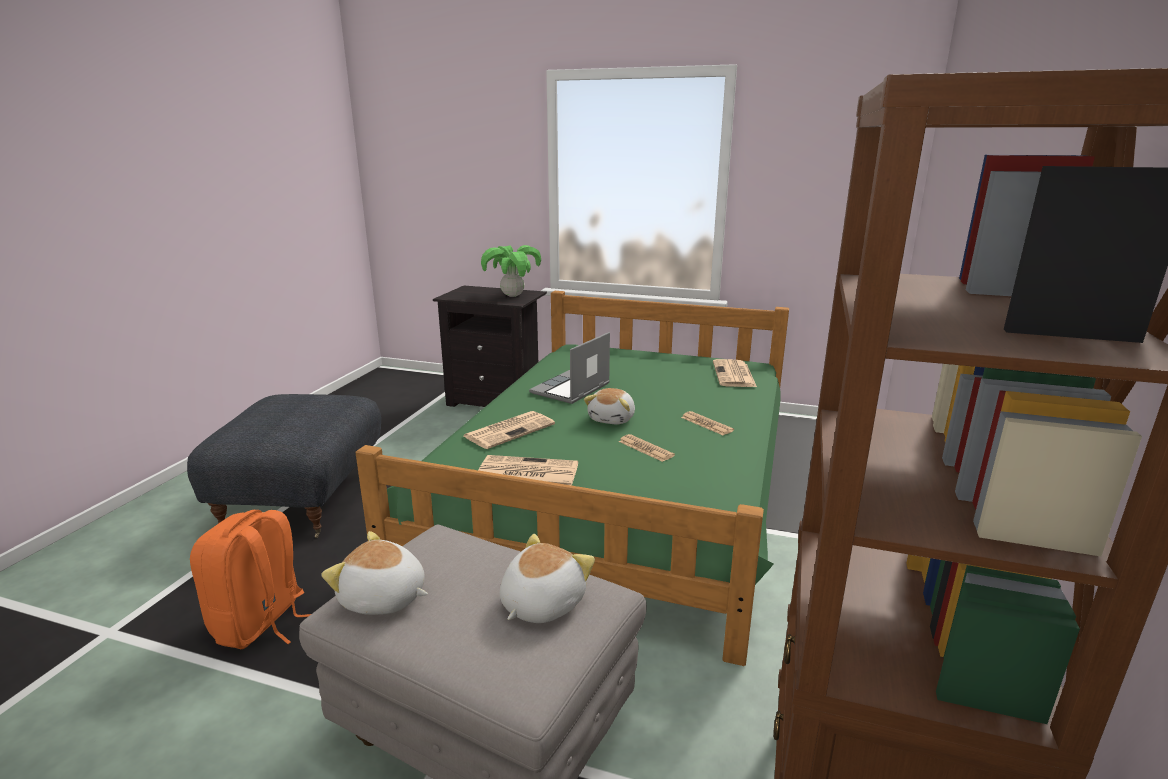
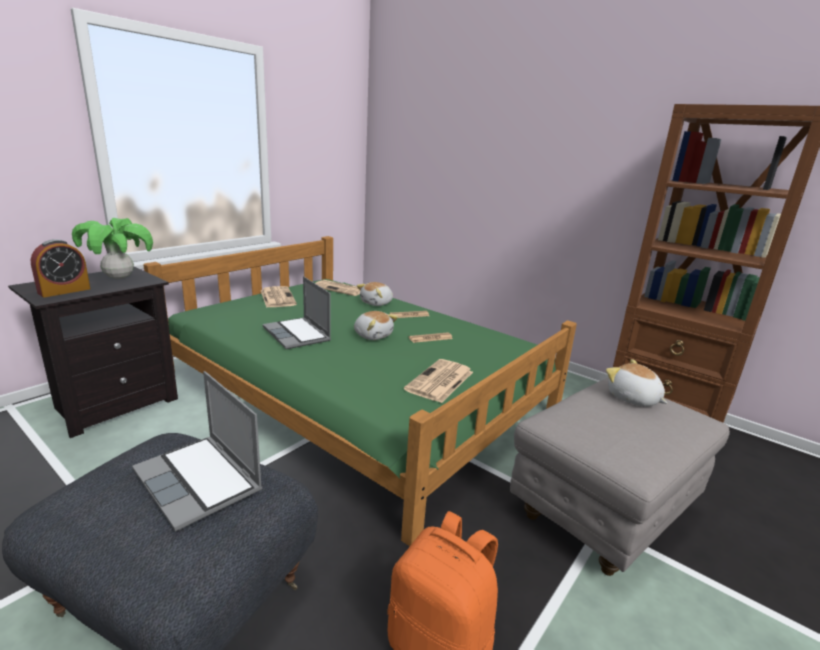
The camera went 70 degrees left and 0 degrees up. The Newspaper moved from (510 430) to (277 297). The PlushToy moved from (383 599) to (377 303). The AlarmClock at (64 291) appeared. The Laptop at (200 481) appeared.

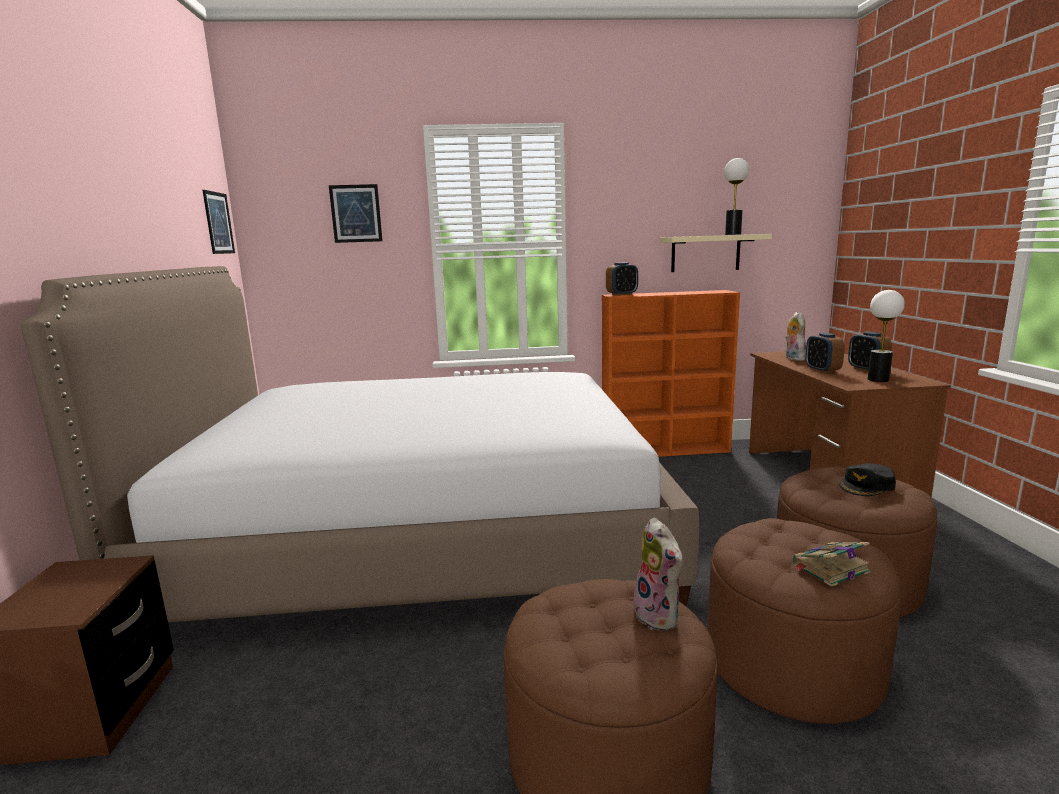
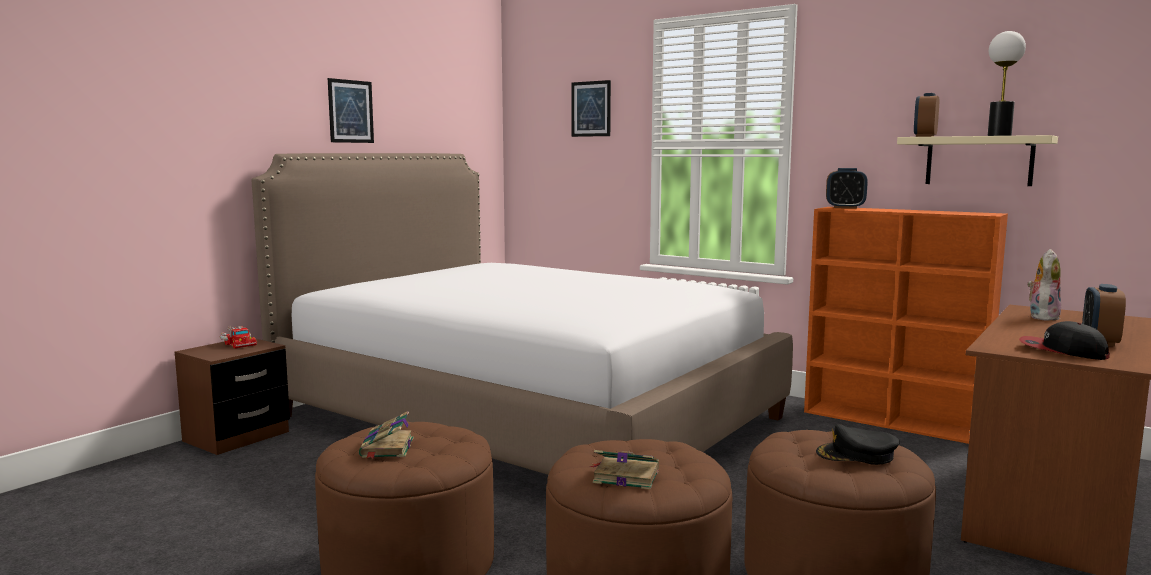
The camera went 40 degrees right and 5 degrees down. The Picture moved from (218 223) to (350 111). The TableLamp at (878 380) was replaced by the Cap at (1062 351). The AlarmClock moved from (822 370) to (925 136). The PlushToy at (660 616) disappeared. The ToyTruck at (238 343) appeared. The Book at (387 448) appeared.

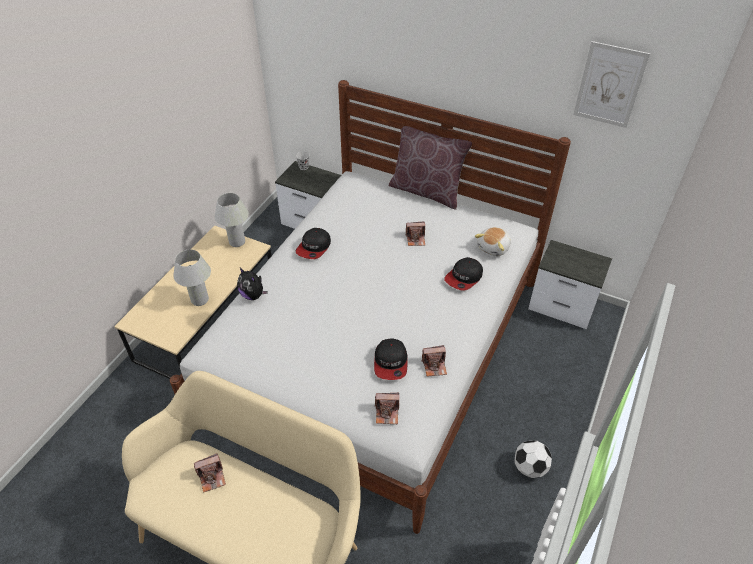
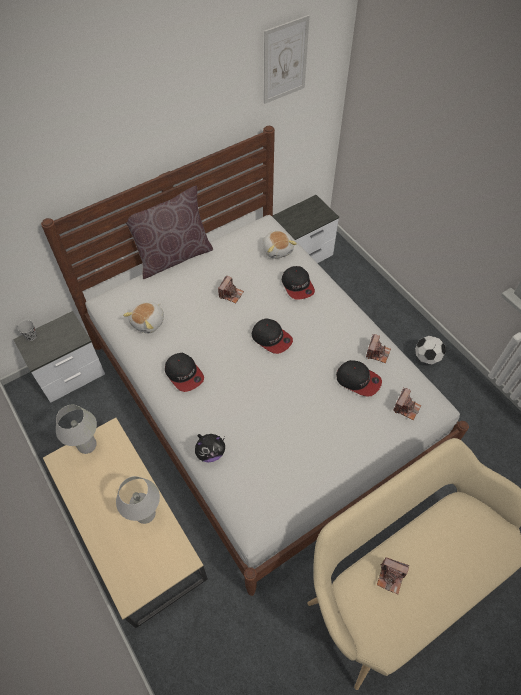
The camera went 60 degrees left and 10 degrees up. The PhotoCamera at (212 477) turned 105 degrees clockwise. The PlushToy at (149 322) appeared. The Cap at (271 338) appeared.

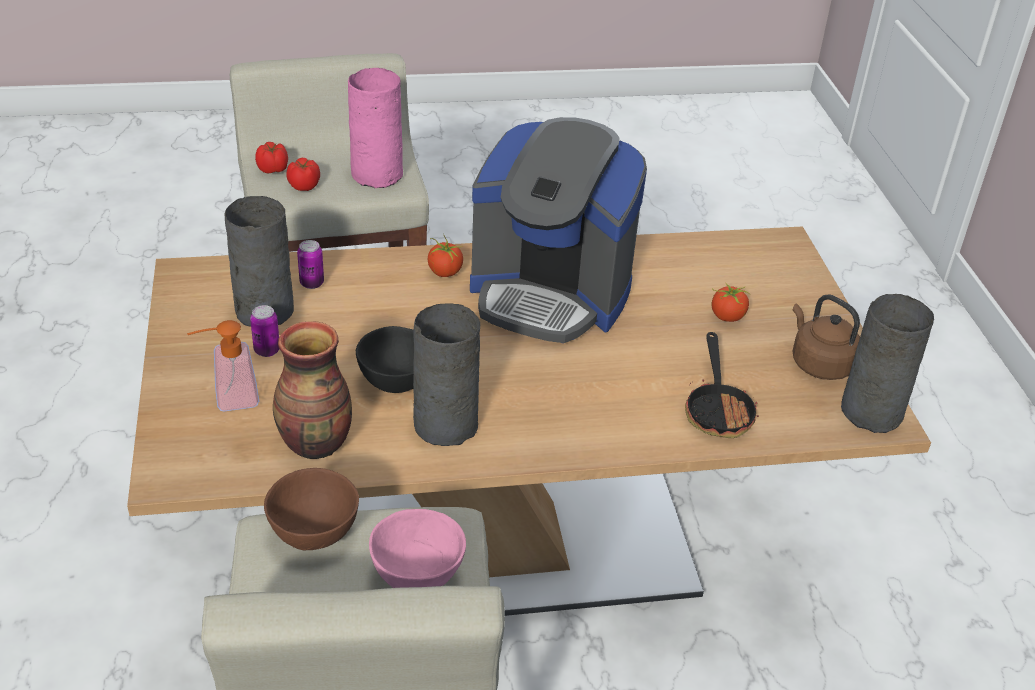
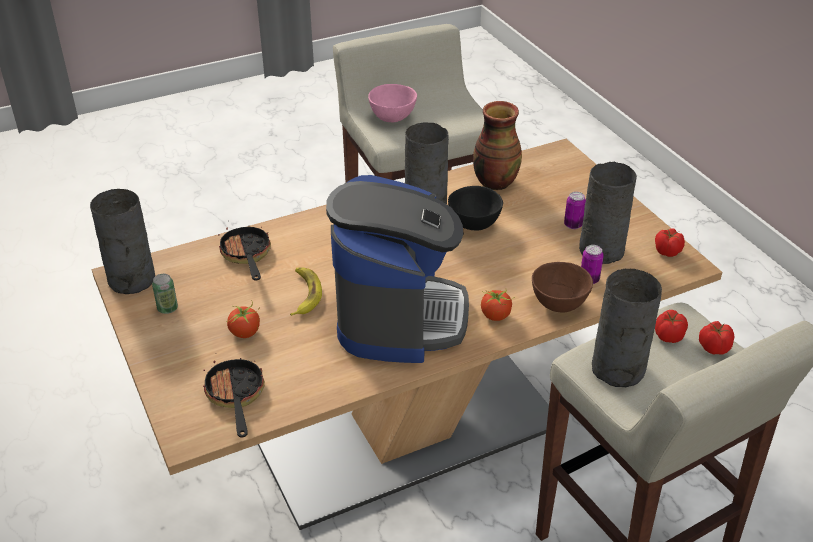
The camera went 165 degrees right and 0 degrees up. The PinkVase at (378 174) became the GreyVase at (617 370). The CoffeeMachine at (550 294) turned 90 degrees clockwise. The BrownKettle at (819 363) was replaced by the Can at (167 308). The SoapDispenser at (228 399) disappeared. The BrownBowl moved from (315 535) to (558 304). The Tomato at (667 251) appeared. The Banana at (304 294) appeared. The FryingPan at (235 397) appeared.

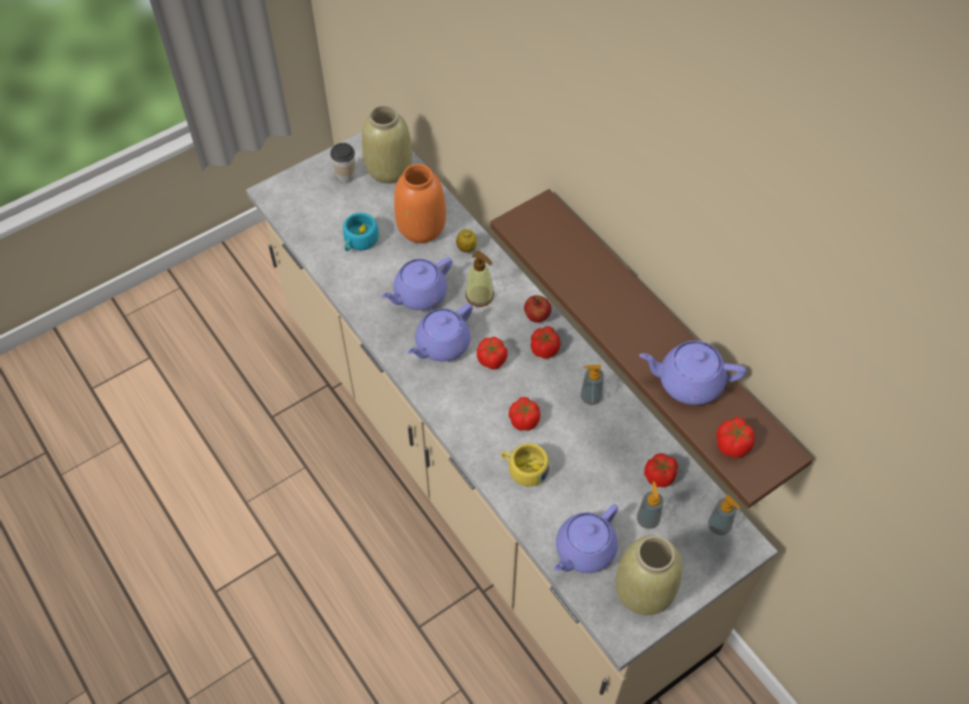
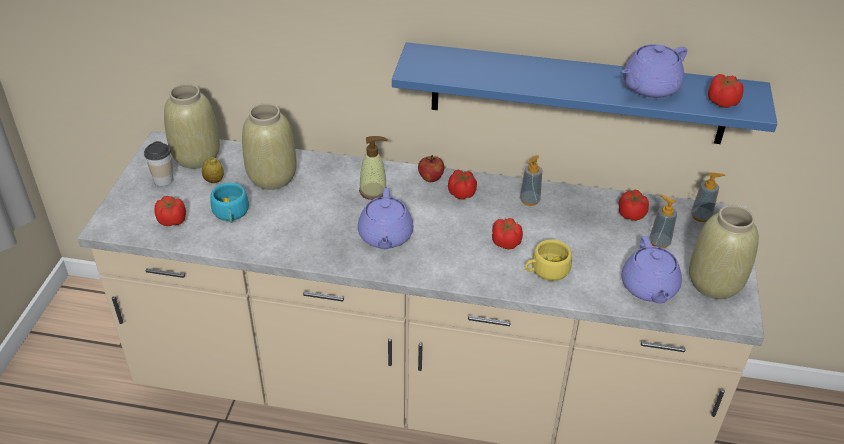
The camera went 45 degrees left and 15 degrees down. The OrangeVase at (422 228) became the BeigeVase at (273 177). The BrownShelf at (665 337) became the BlueShelf at (578 94). The Lemon moved from (466 248) to (214 180). The PurpleTeapot at (419 294) disappeared. The Tomato moved from (492 360) to (172 220).

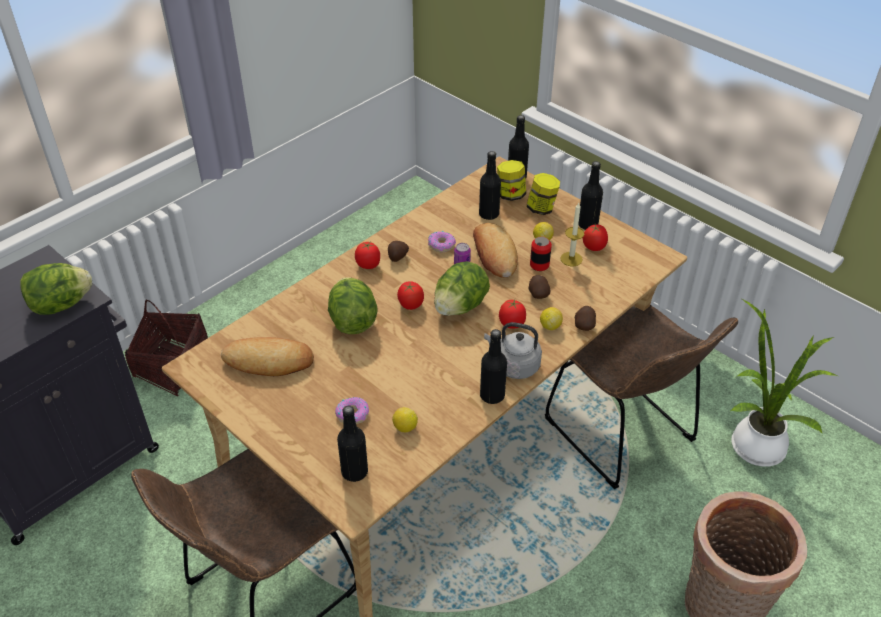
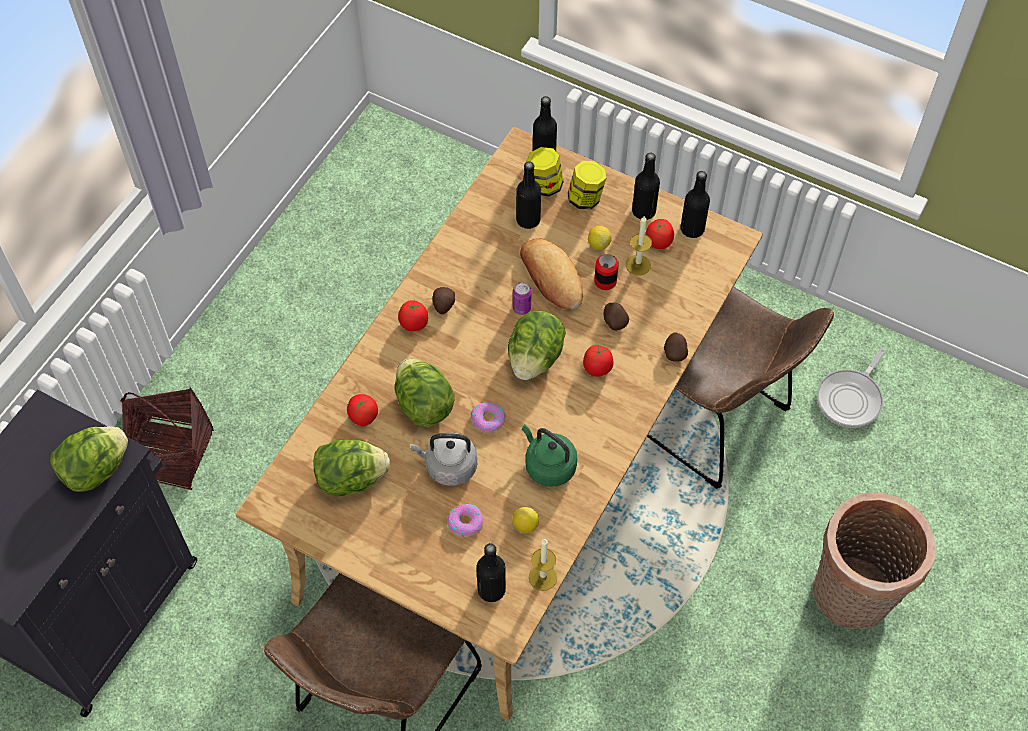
The camera went 15 degrees left and 15 degrees up. The Donut moved from (441 245) to (488 420). The Tomato moved from (410 305) to (363 417). The PottedPlant at (754 444) was replaced by the FryingPan at (851 398). The Lemon at (550 326) disappeared. The GreyKettle moved from (514 365) to (448 467). The BlackBottle moved from (492 395) to (692 229). The Bread at (269 361) was replaced by the Lettuce at (351 478). The GreenKettle at (548 465) appeared. The Candle at (542 577) appeared.

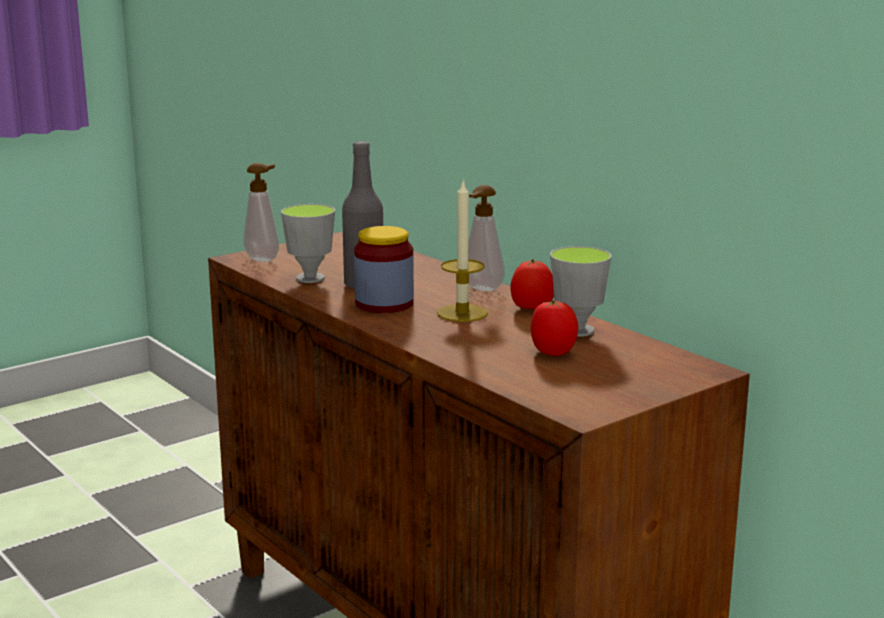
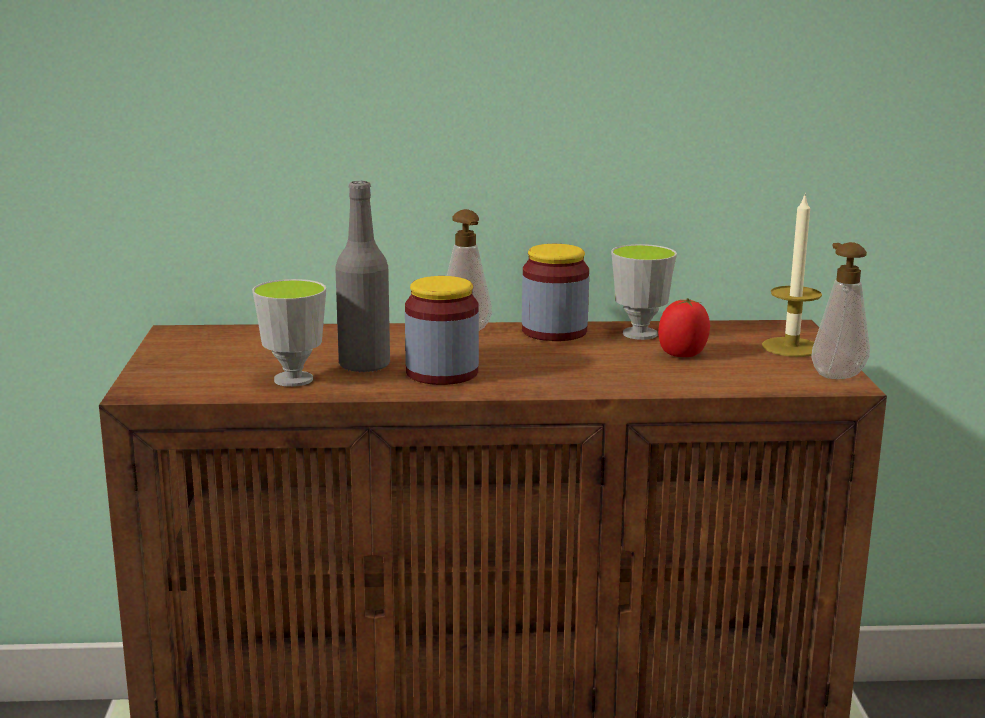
The camera went 55 degrees left and 0 degrees up. The SoapDispenser moved from (264 258) to (835 374). The Candle moved from (462 313) to (791 347). The Tomato at (532 308) was replaced by the Jar at (554 331).

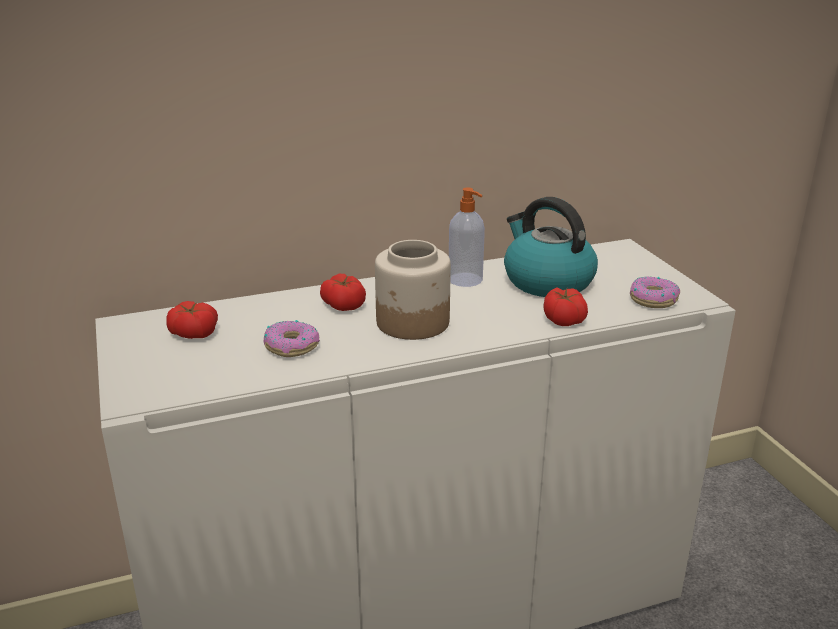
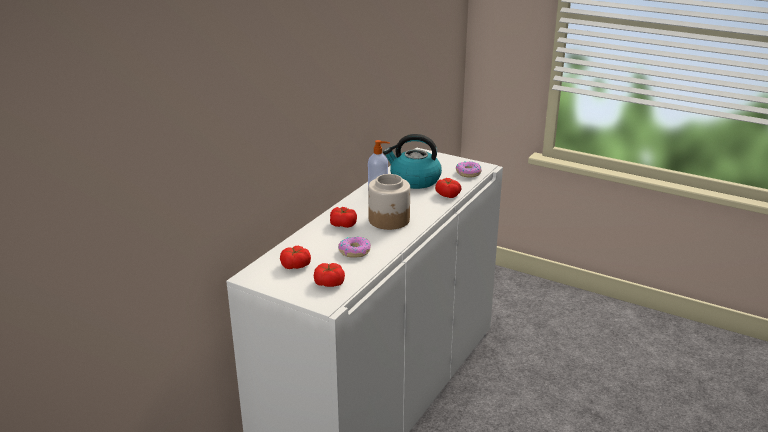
The camera went 40 degrees left and 0 degrees up. The Tomato at (329 283) appeared.

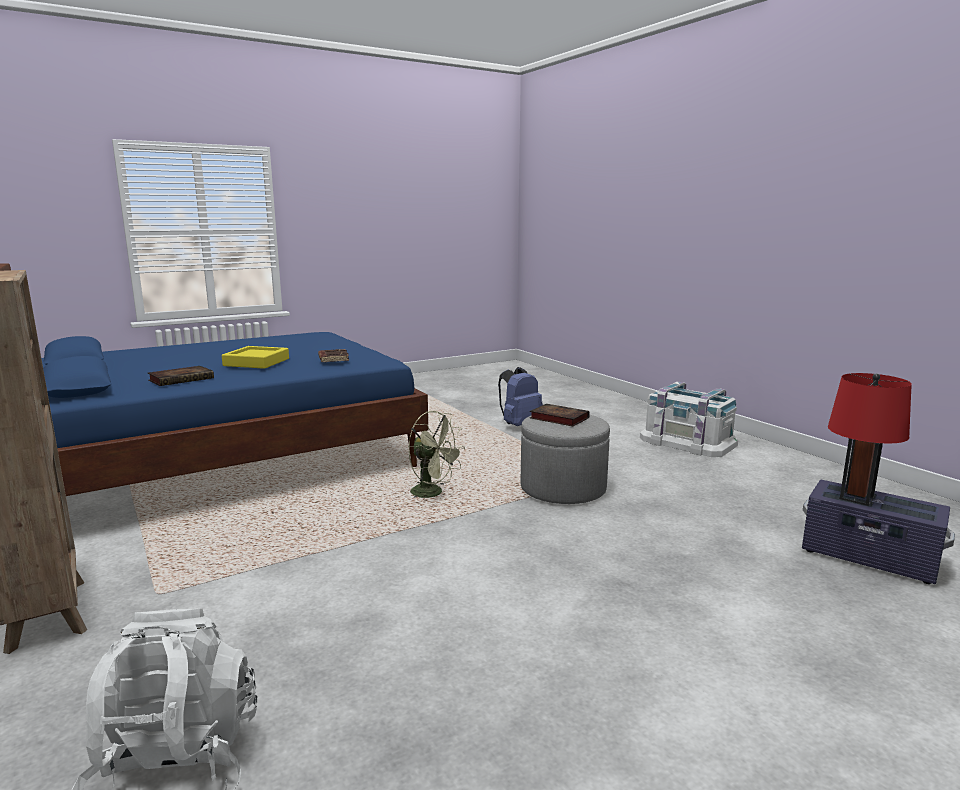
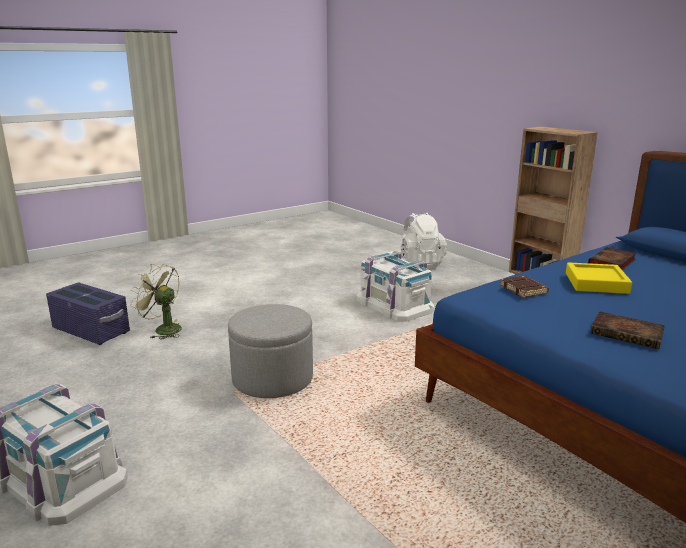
The camera went 175 degrees right and 5 degrees up. The BlueBackpack at (519 425) disappeared. The RedTableLamp at (856 498) disappeared. The Book moved from (557 418) to (628 334). The GreenFan moved from (433 493) to (163 329). The WhiteStorageBox at (394 304) appeared.

